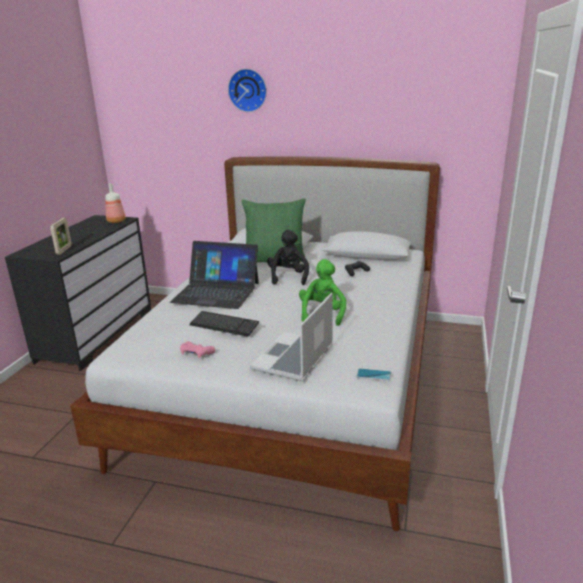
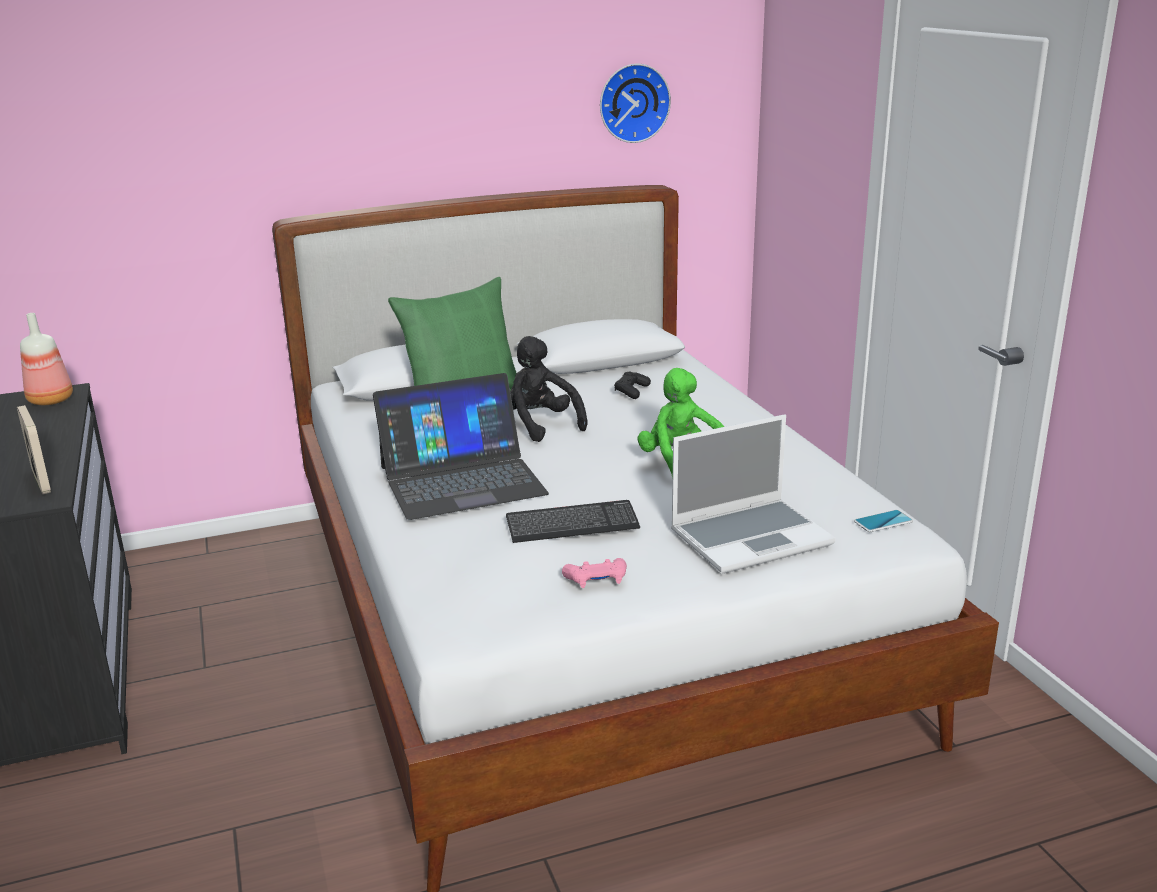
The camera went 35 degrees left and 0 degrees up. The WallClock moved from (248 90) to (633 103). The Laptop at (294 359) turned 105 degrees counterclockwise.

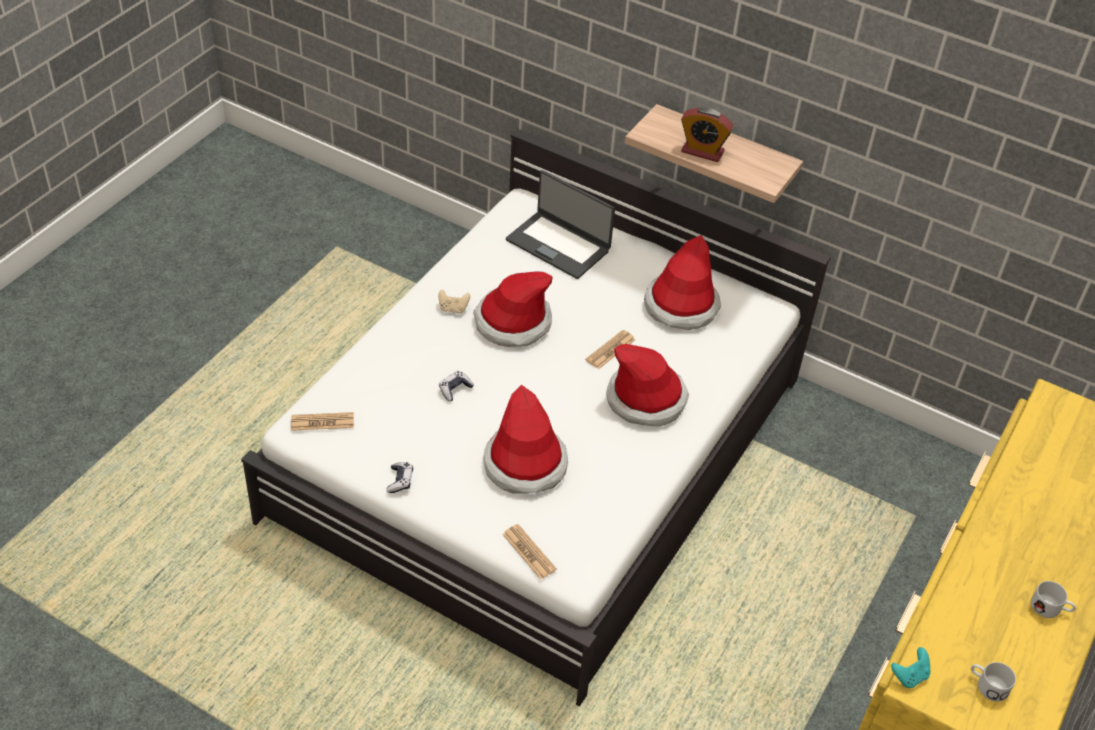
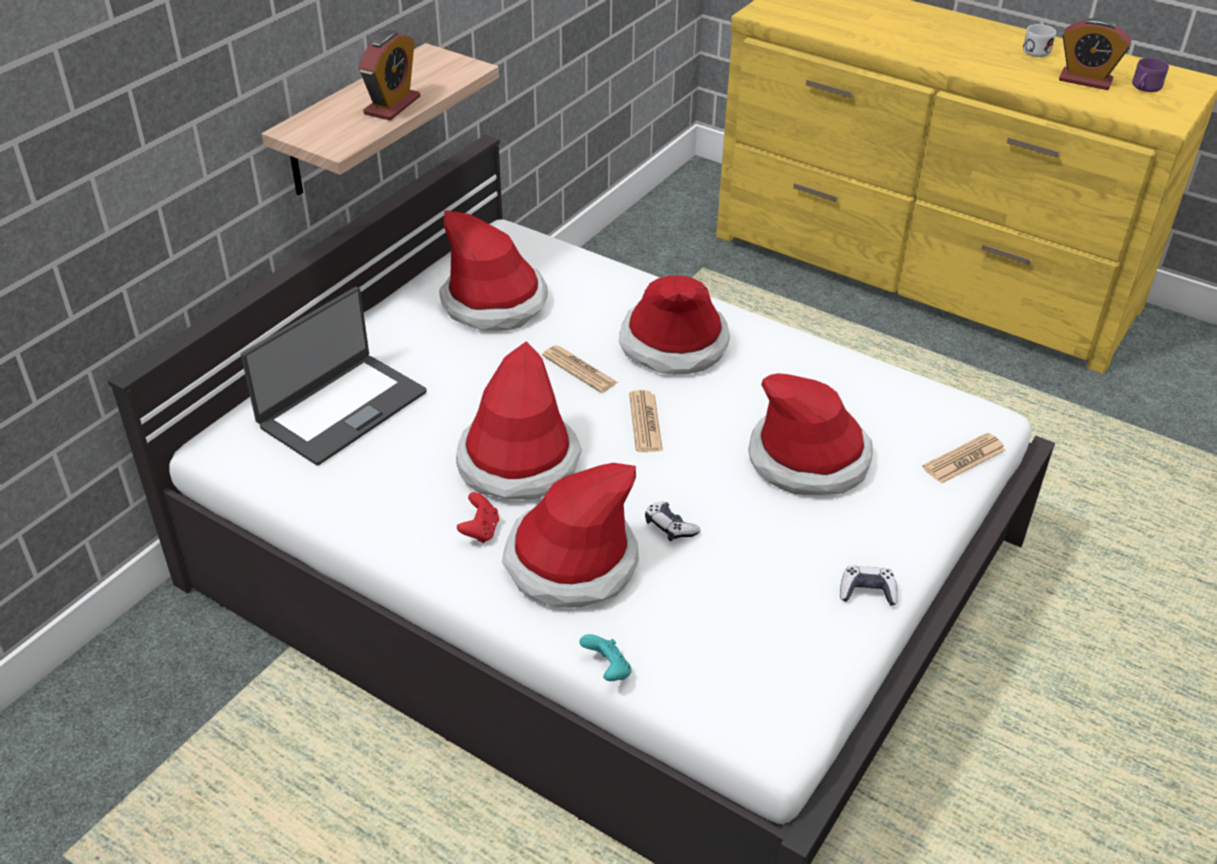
The camera went 85 degrees left and 5 degrees down. The BeigeGameController at (453 309) became the RedGameController at (480 531). The Newspaper moved from (322 422) to (645 422). The TurquoiseGameController moved from (909 676) to (607 670). The WhiteMug at (987 685) became the PurpleMug at (1144 88). The AlarmClock at (1085 80) appeared. The Hat at (571 562) appeared.

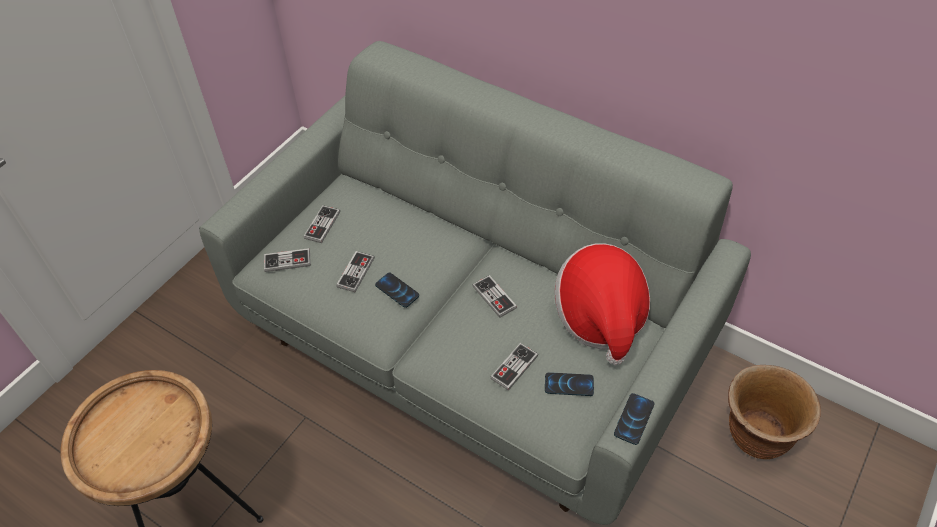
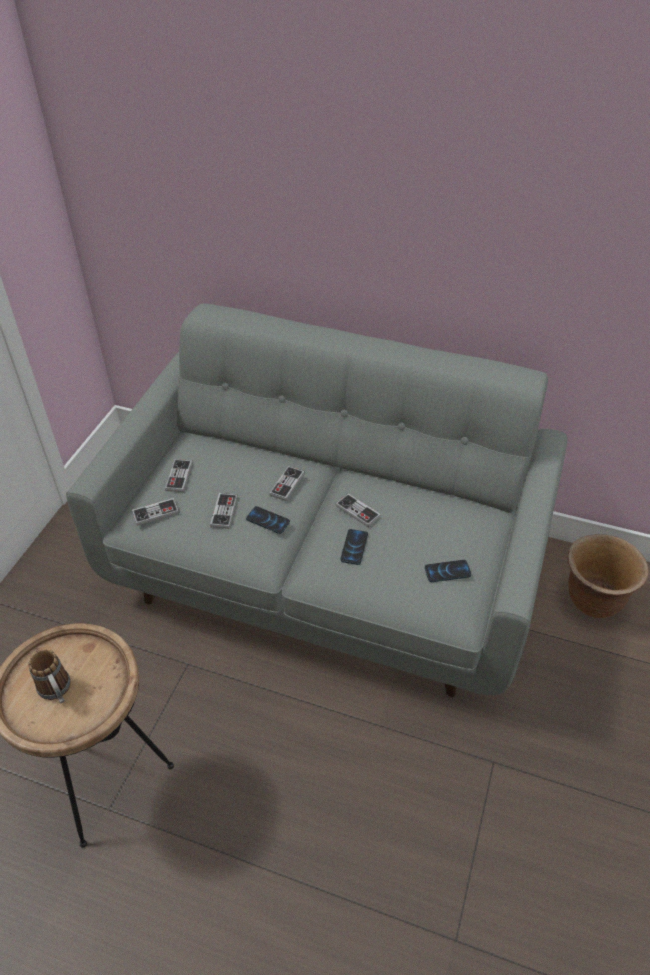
The camera went 15 degrees left and 5 degrees down. The Hat at (600 317) disappeared. The GameController moved from (514 367) to (287 484). The Phone moved from (634 419) to (354 547). The Mug at (57 692) appeared.

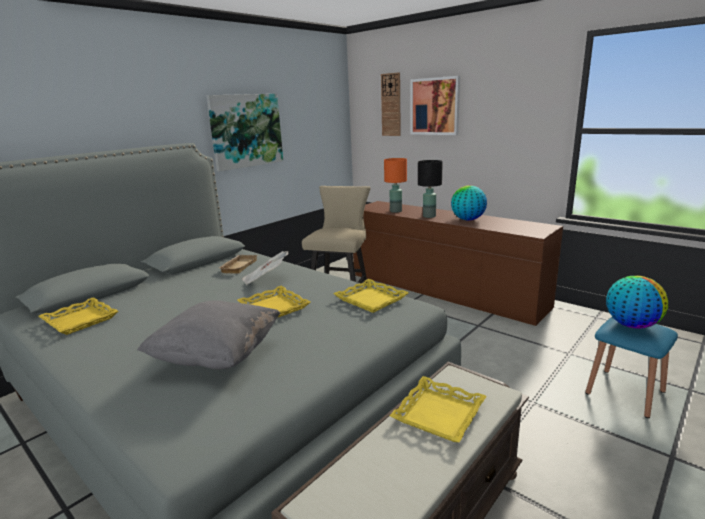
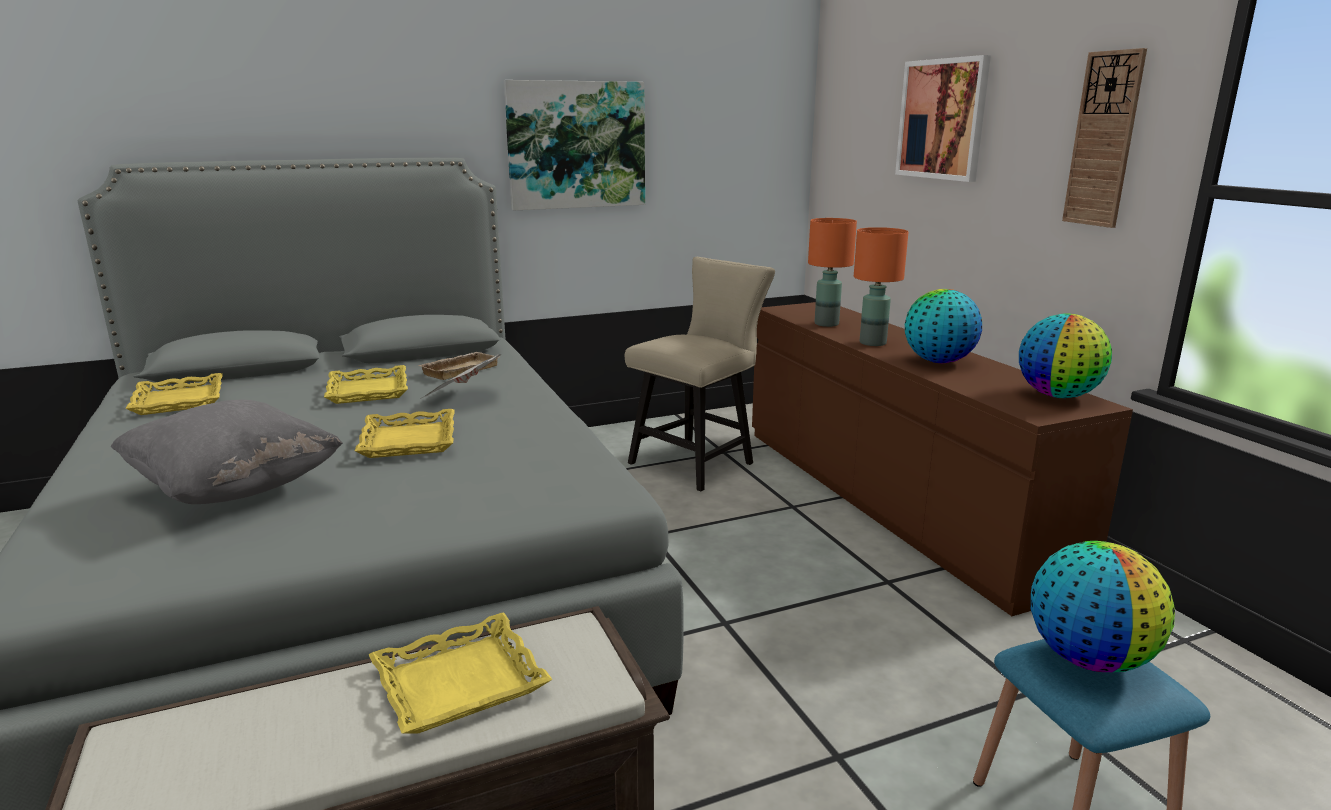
The camera went 25 degrees right and 0 degrees up. The WallClock moved from (391 105) to (1103 140). The BlackTableLamp at (428 216) became the OrangeTableLamp at (872 343). The YellowTray moved from (371 299) to (369 391). The Globe at (1058 396) appeared.

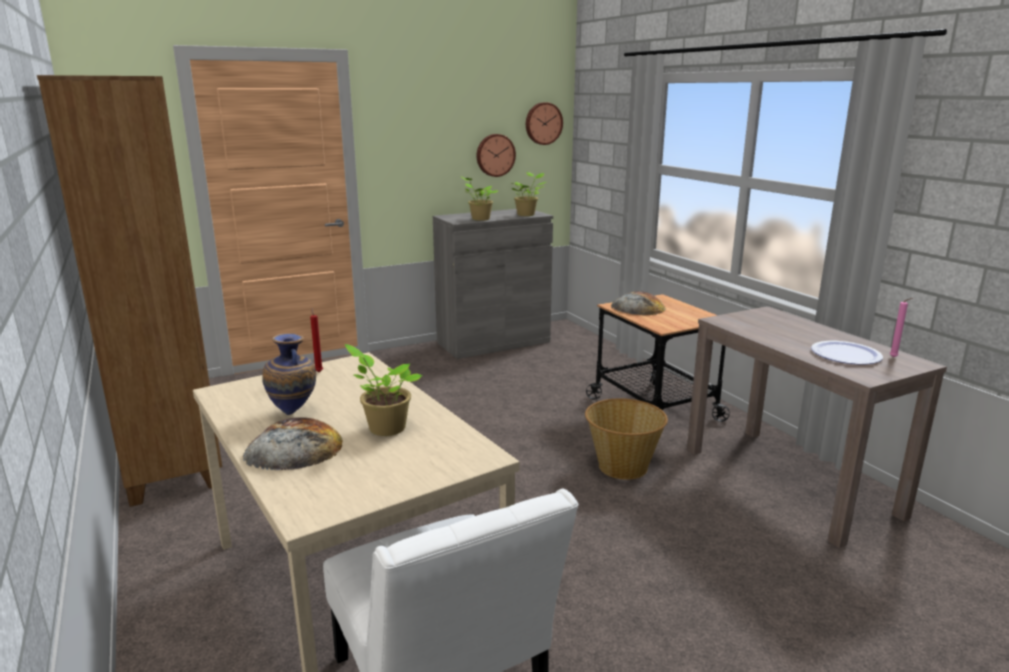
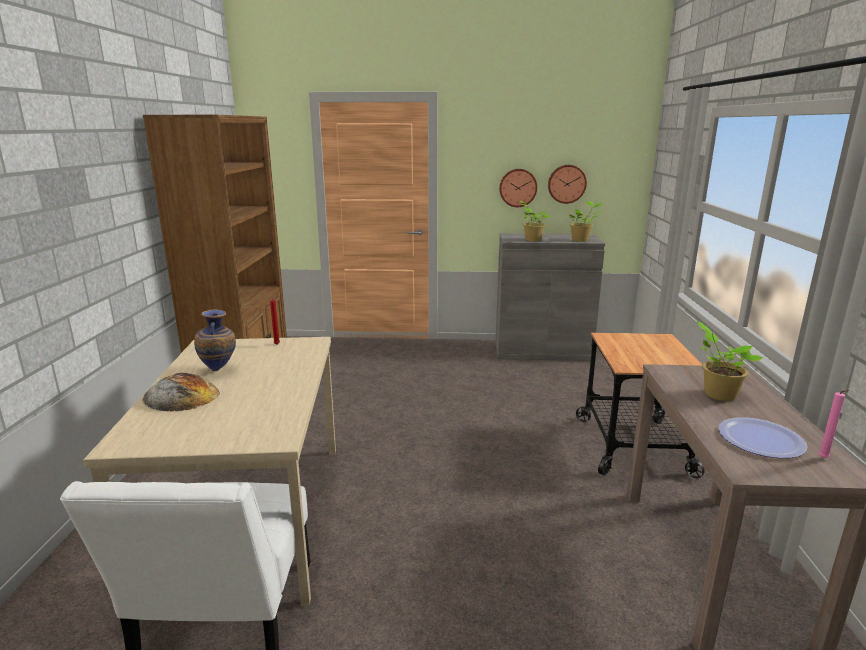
The camera went 30 degrees right and 0 degrees up. The WallClock moved from (543 123) to (518 187). The Bread at (638 308) disappeared. The PottedPlant moved from (384 428) to (717 394). The Basket at (622 466) disappeared.

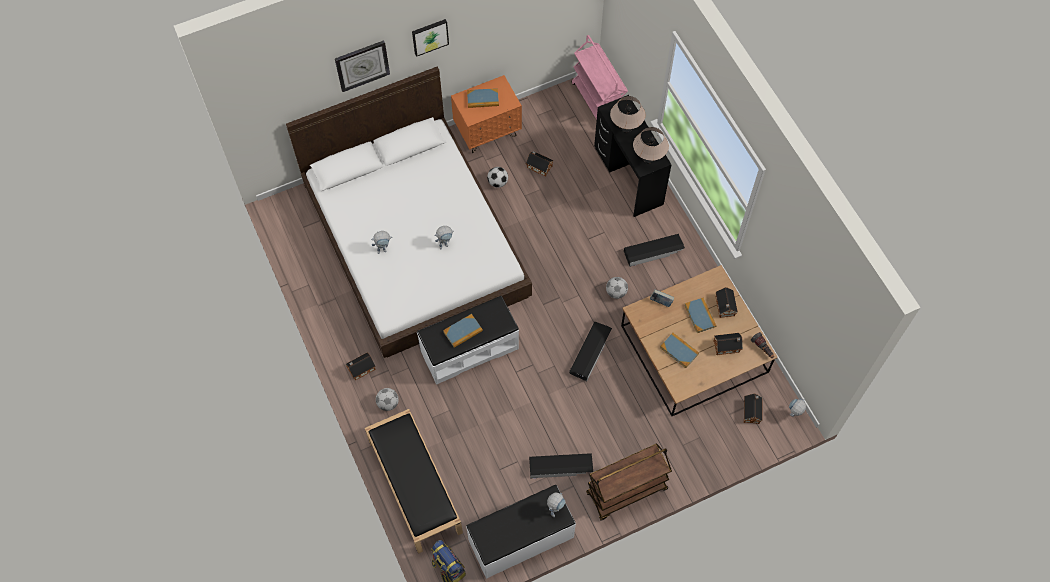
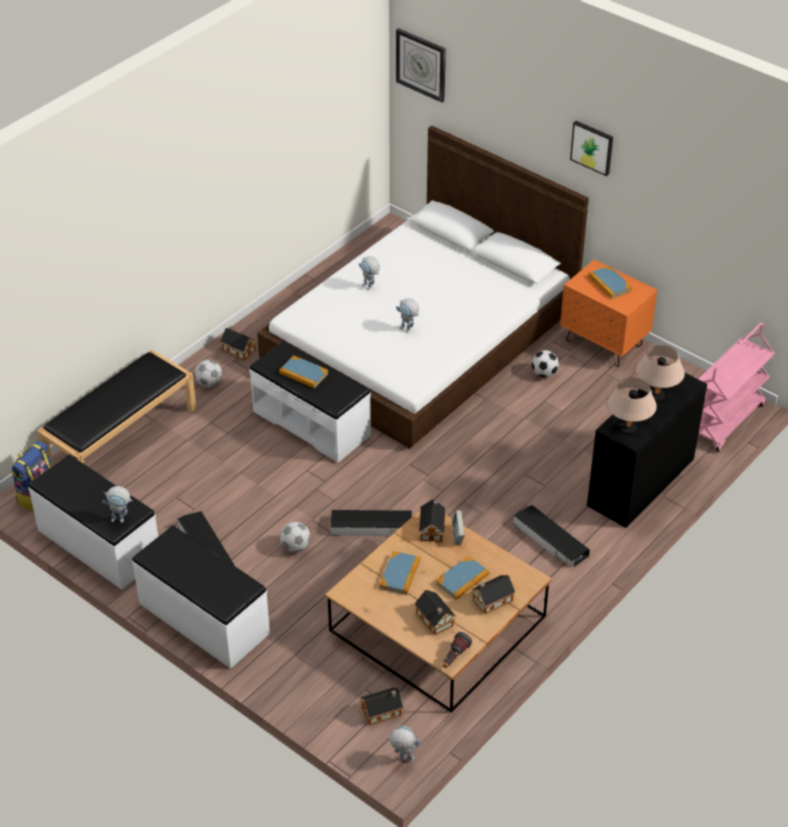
The camera went 65 degrees right and 20 degrees down. The WallClock moved from (362 65) to (421 64). The ToyHouse moved from (538 166) to (432 528). The Football moved from (616 292) to (296 546). The BrownCart at (626 492) was replaced by the WhiteBench at (203 619).

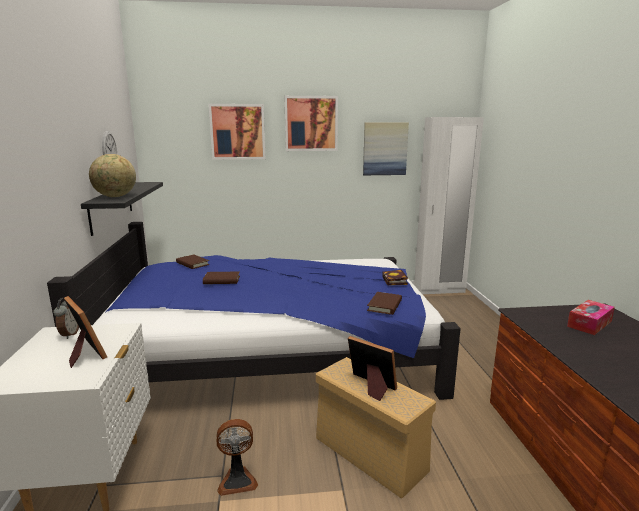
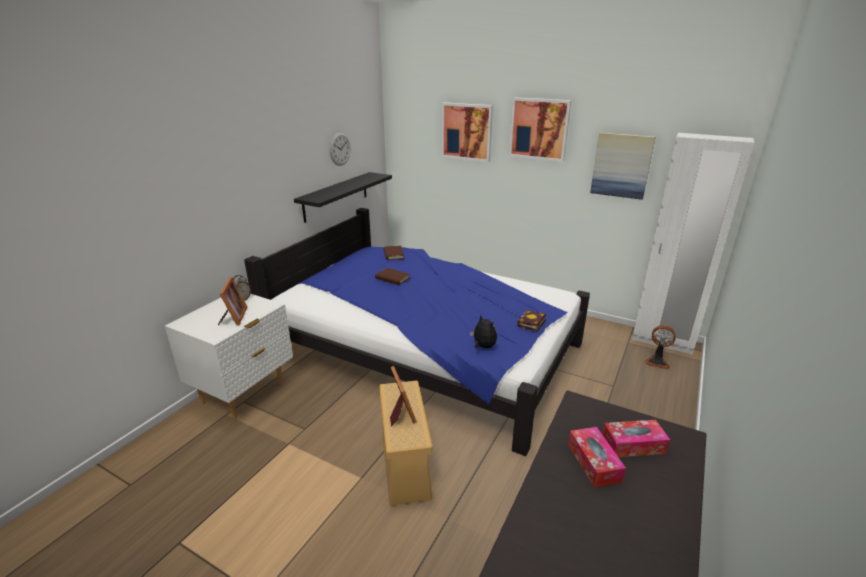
The camera went 35 degrees right and 10 degrees up. The Globe at (115 197) disappeared. The BrownBook at (384 305) was replaced by the PlushToy at (483 346). The Fan moved from (237 480) to (657 362). The TissueBox at (593 462) appeared.

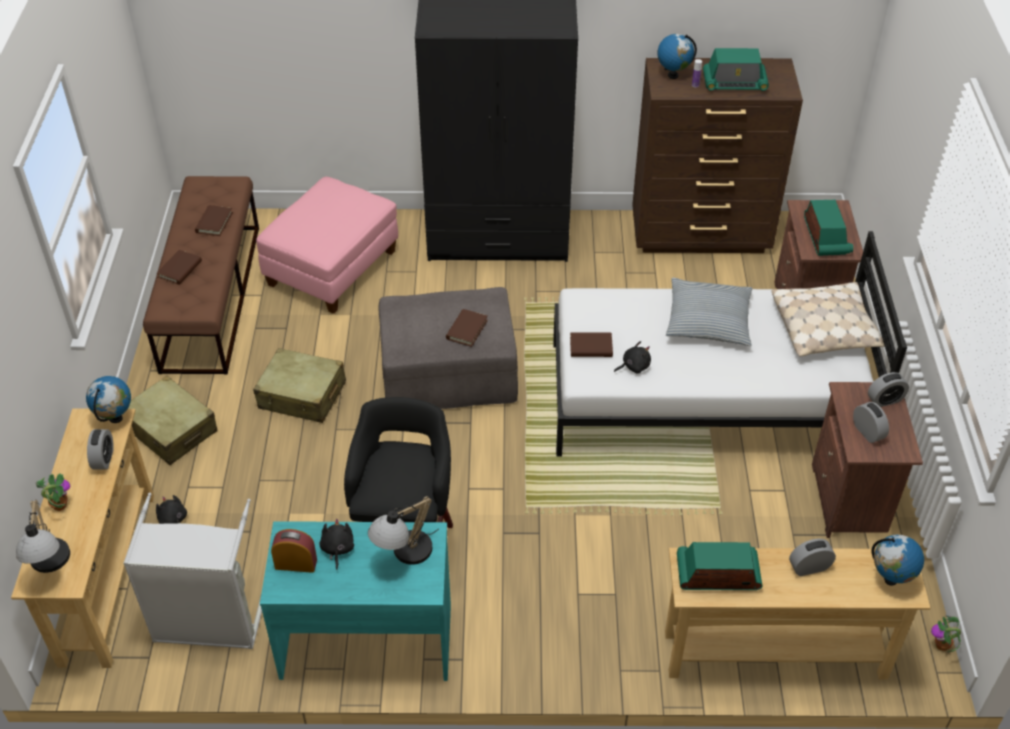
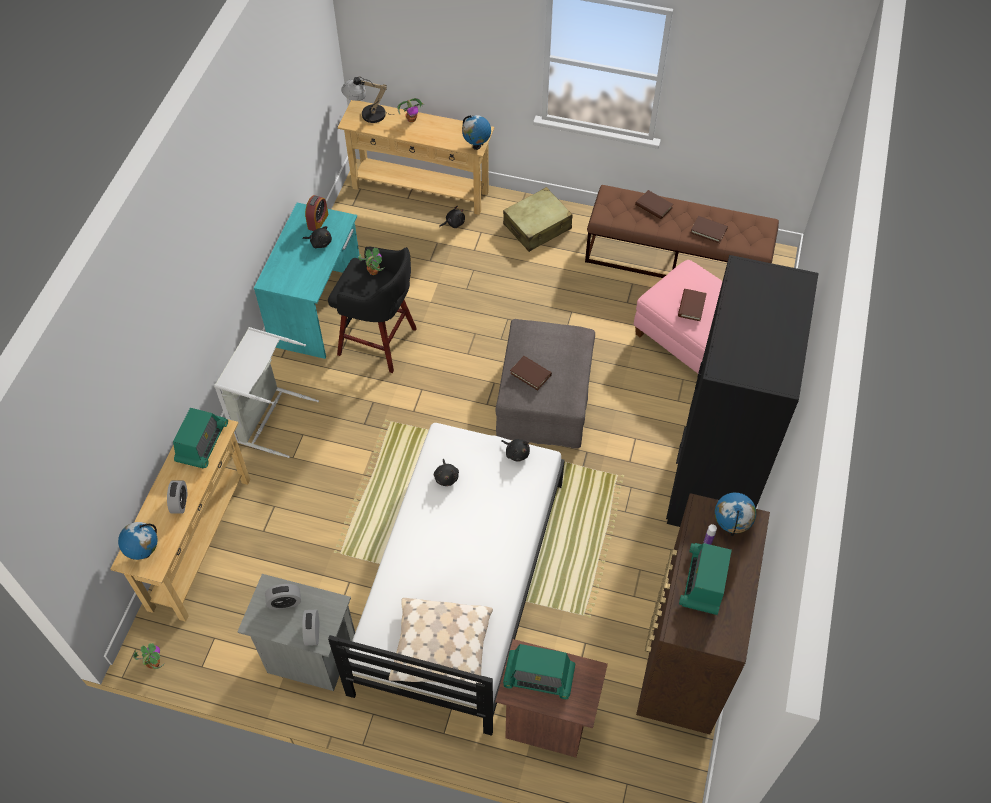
The camera went 105 degrees right and 10 degrees up. The Pillow at (708 320) disappeared. The BrownBook moved from (591 347) to (691 306). The BeigeSuitcase at (302 395) disappeared. The BrownNightstand at (850 501) became the GreyNightstand at (309 657). The AlarmClock at (103 459) disappeared. The GreyLaundryBasket moved from (209 622) to (268 418). The TableLamp at (404 555) disappeared. The PottedPlant at (373 271) appeared. The BlackPlushToy at (516 453) appeared.

